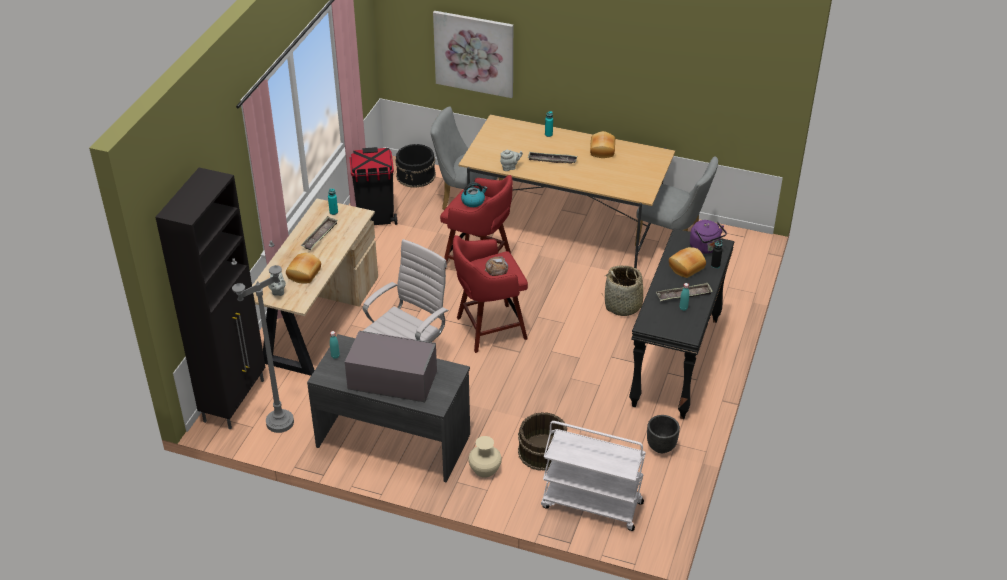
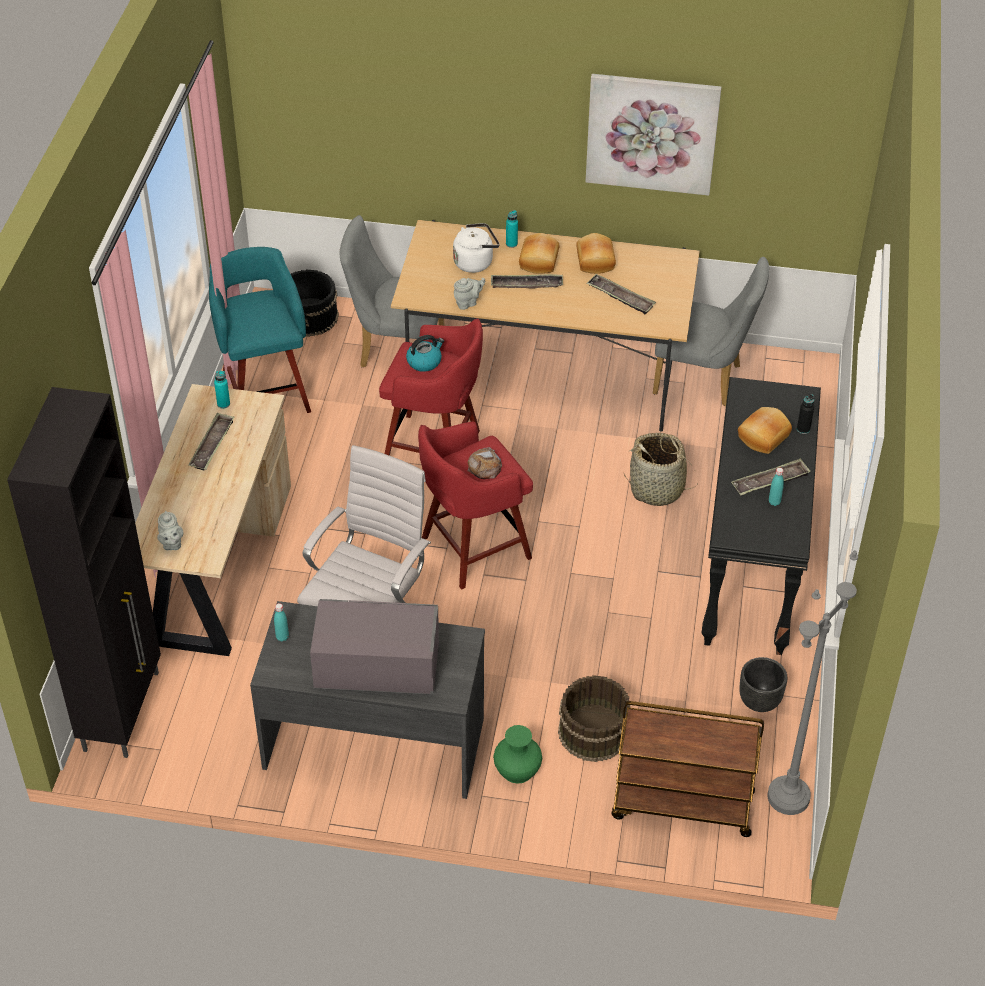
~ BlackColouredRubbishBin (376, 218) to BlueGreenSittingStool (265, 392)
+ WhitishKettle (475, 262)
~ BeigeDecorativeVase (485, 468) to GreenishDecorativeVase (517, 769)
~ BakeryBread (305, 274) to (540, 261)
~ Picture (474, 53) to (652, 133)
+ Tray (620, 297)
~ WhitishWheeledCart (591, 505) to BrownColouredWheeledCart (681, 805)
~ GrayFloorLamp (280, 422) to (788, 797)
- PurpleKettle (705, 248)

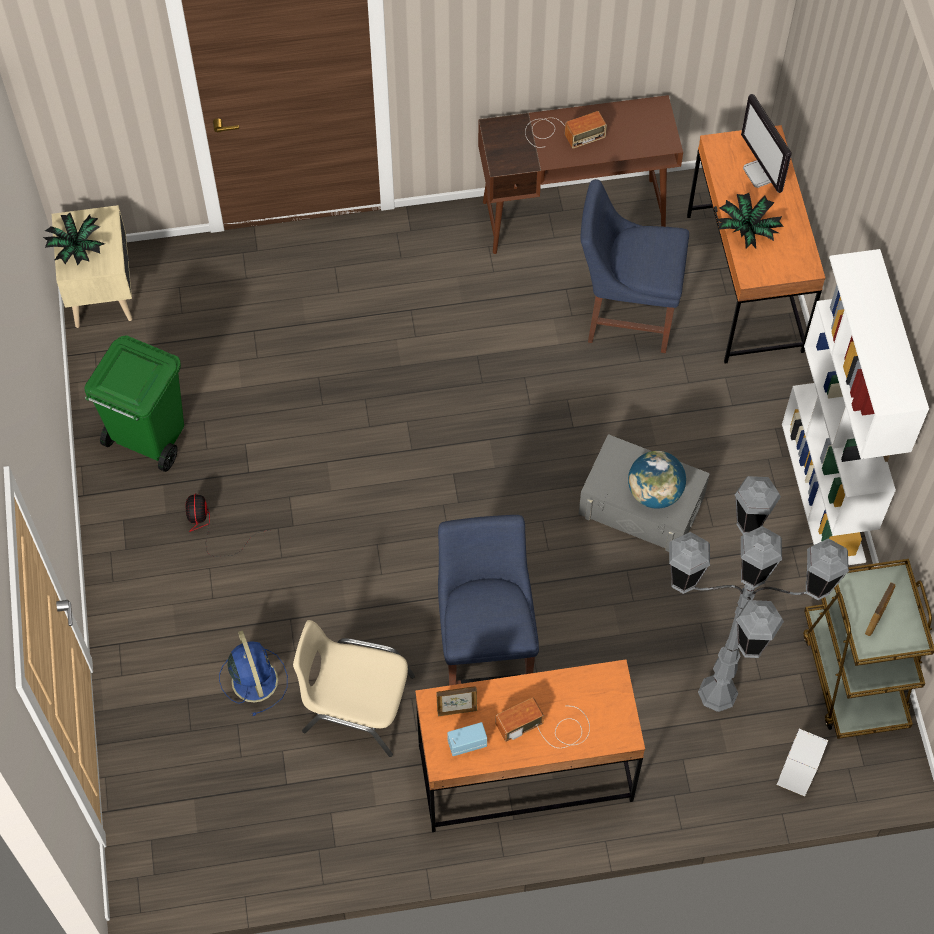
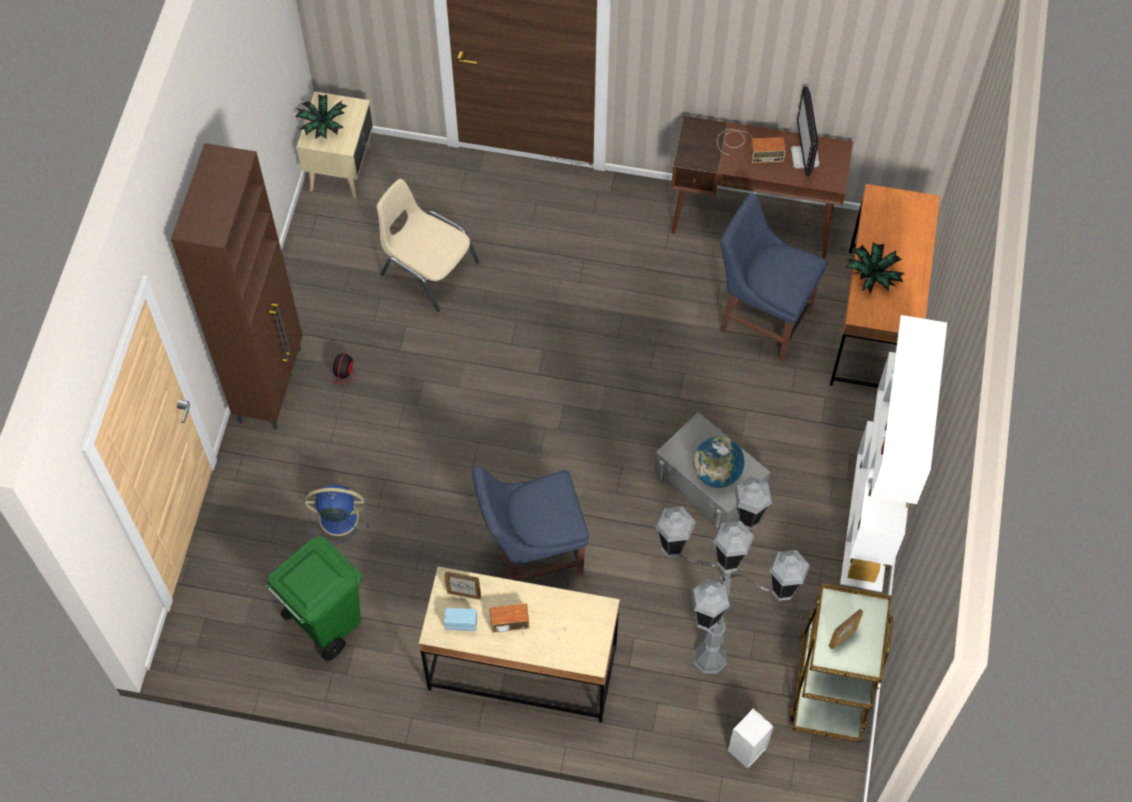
+ BrownColouredCabinet (271, 384)
~ GreenishRubbishBin (148, 438) to (325, 622)
~ BluishCoolingFan (254, 678) = (336, 518) 90 degrees counterclockwise
~ BeigeChair (356, 704) to (428, 268)
~ OrangeColouredDesk (524, 773) to BeigeDesk (522, 669)
~ BluishChair (486, 648) = (532, 556) 120 degrees counterclockwise
~ ComputerScreen (762, 173) to (805, 158)

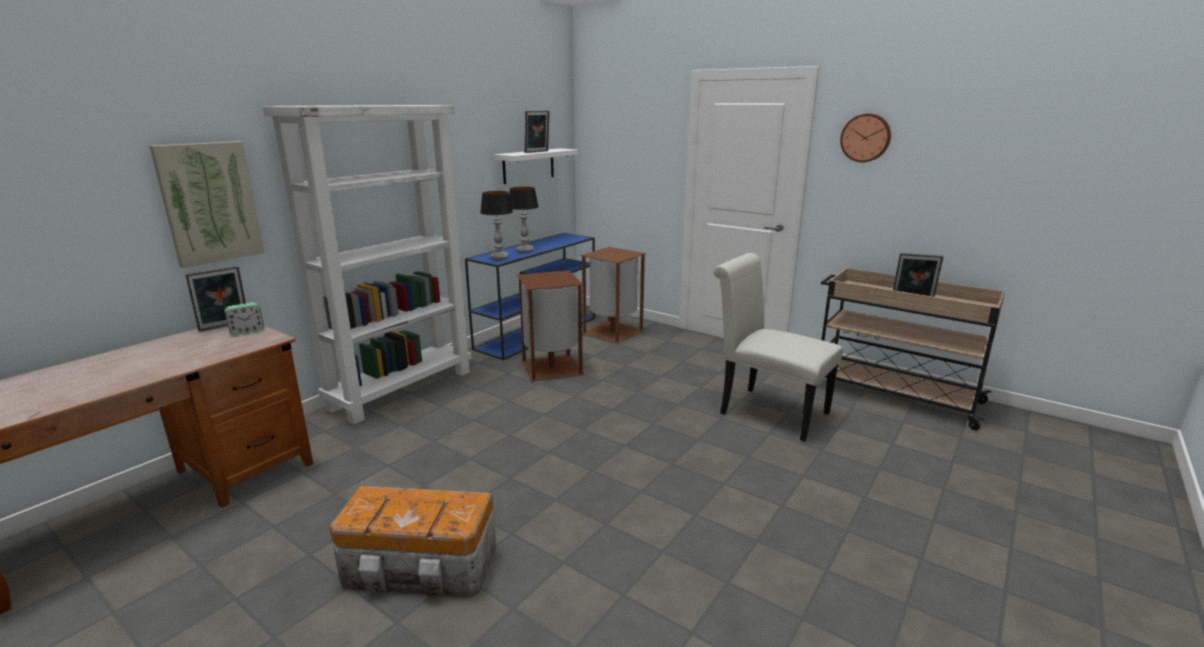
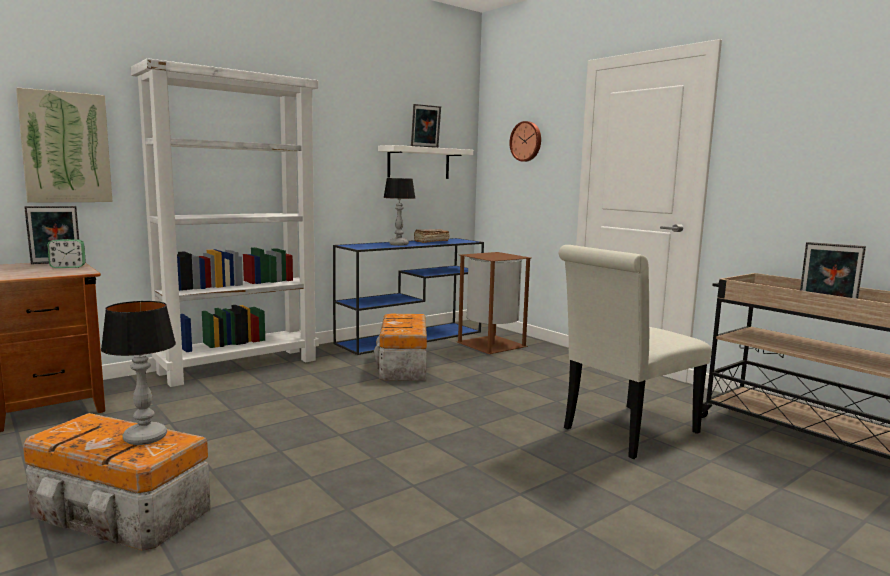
~ LampForATable (499, 258) to (144, 438)
~ BrownColouredRubbishBin (553, 368) to StorageBox (403, 366)
+ BrownColouredBook (431, 242)
~ HangingClock (865, 138) to (526, 141)
~ WhitishChair (767, 411) = (625, 433) 90 degrees counterclockwise

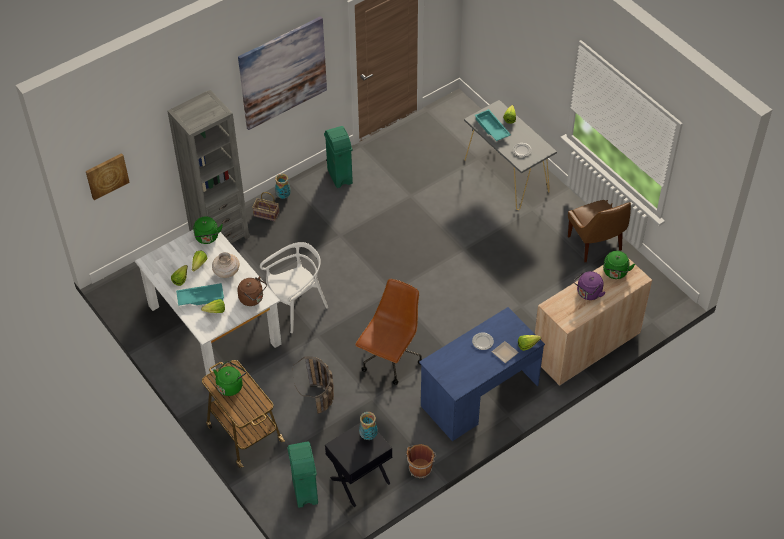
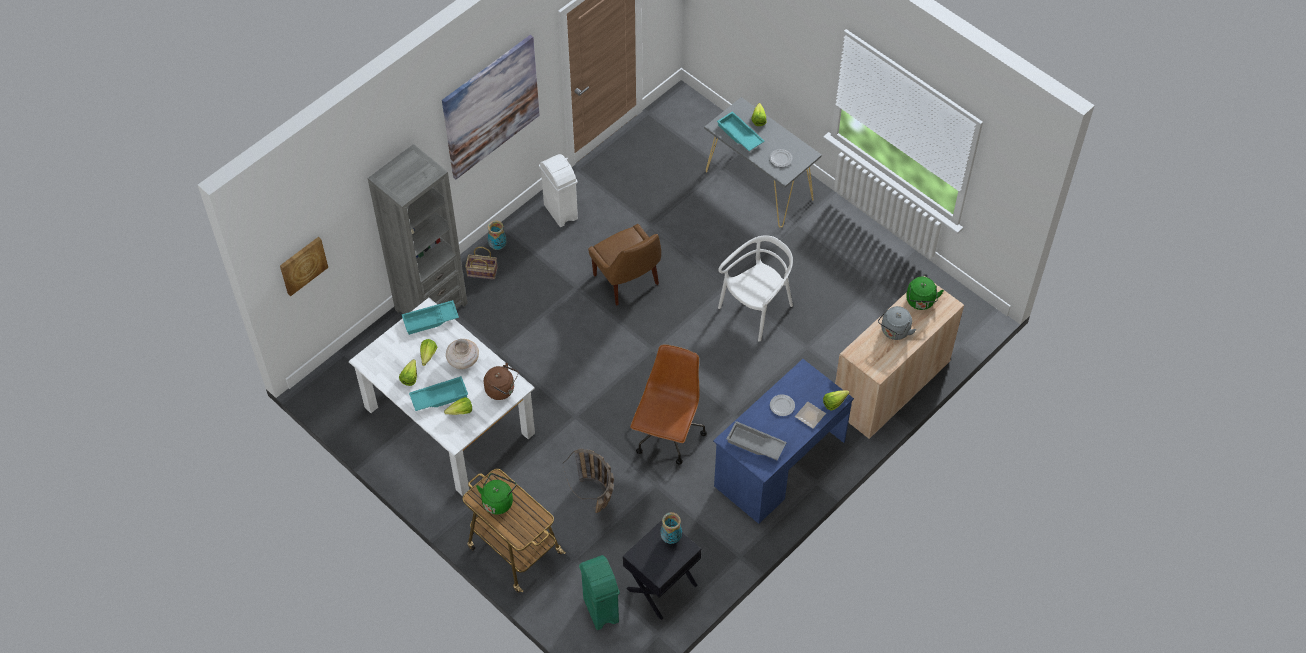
~ GreenishKettle (207, 238) to BlueGreenTray (430, 320)
~ GreenishRubbishBin (339, 177) to WhitishRubbishBin (560, 212)
~ BrownColouredChair (595, 244) to (627, 281)
~ WhitishChair (297, 307) to (756, 309)
+ GrayTray (755, 444)
~ PurpleKettle (588, 293) to GrayKettle (894, 332)
- BrownColouredPail (420, 467)

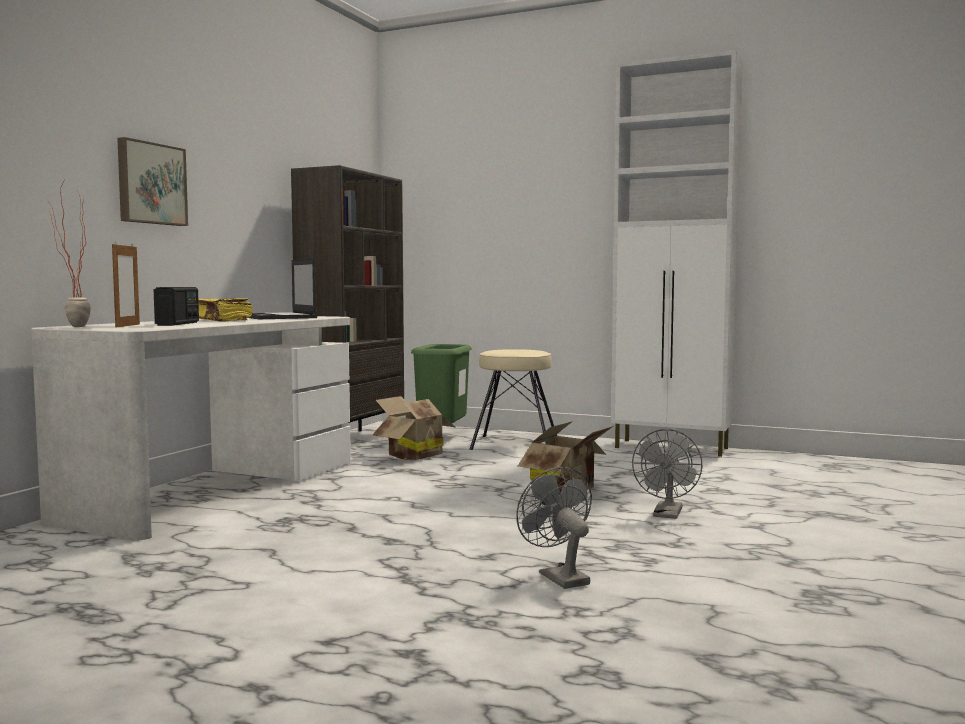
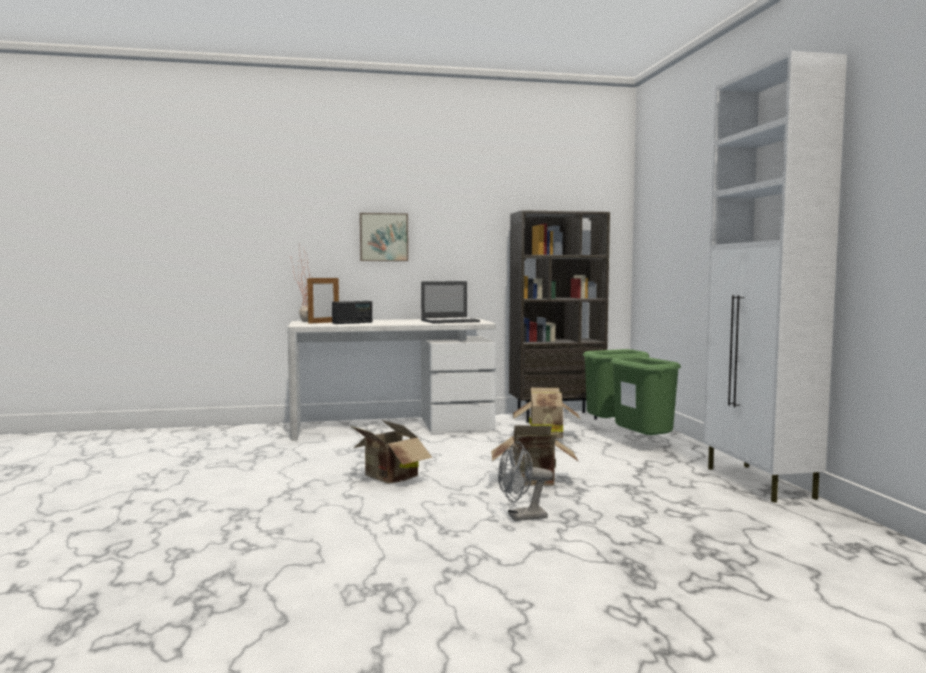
+ Carton (389, 478)
~ Laptop (278, 317) = (450, 321) 135 degrees counterclockwise
~ BeigeSittingStool (515, 444) to GreenishRubbishBin (643, 445)
- YellowBook (220, 320)
- GrayCoolingFan (558, 577)

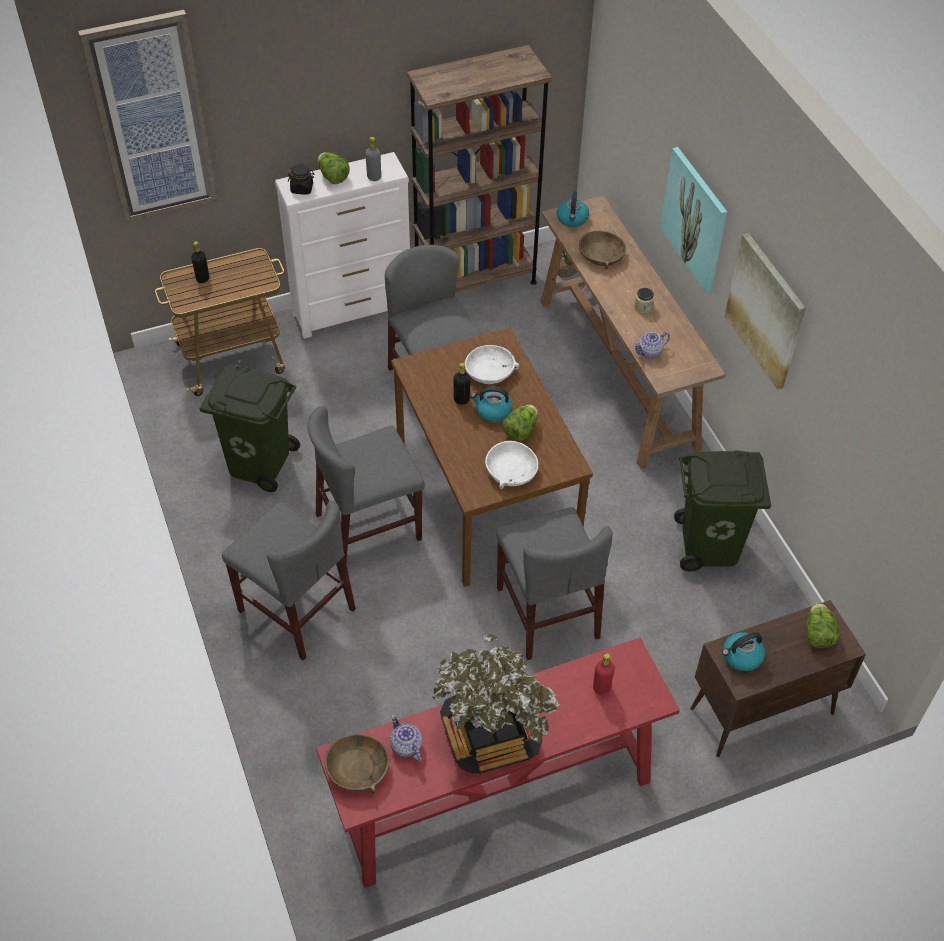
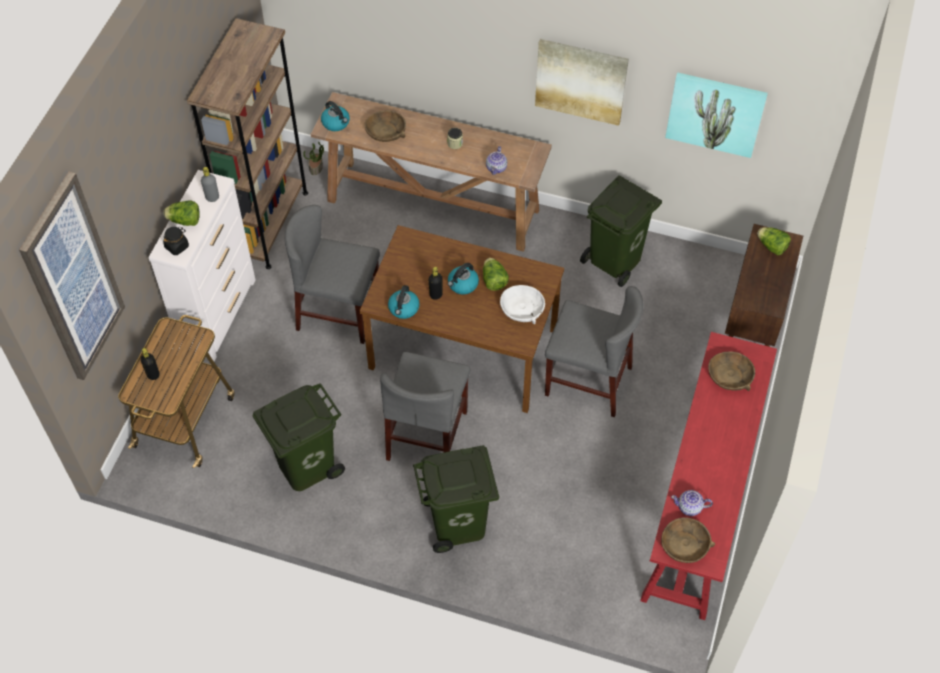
~ Kettle (741, 657) to (404, 309)
~ GrayChair (296, 610) to GreenishRubbishBin (458, 524)
~ Picture (694, 219) to (715, 114)
~ RedBottle (601, 687) to BrownColouredDeepDish (730, 376)
- Houseplant (490, 734)
- WhitishDeepDish (490, 371)

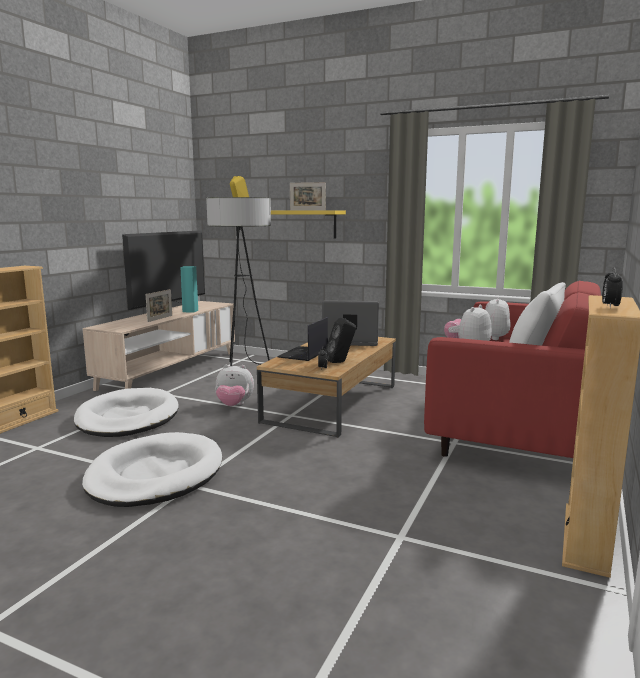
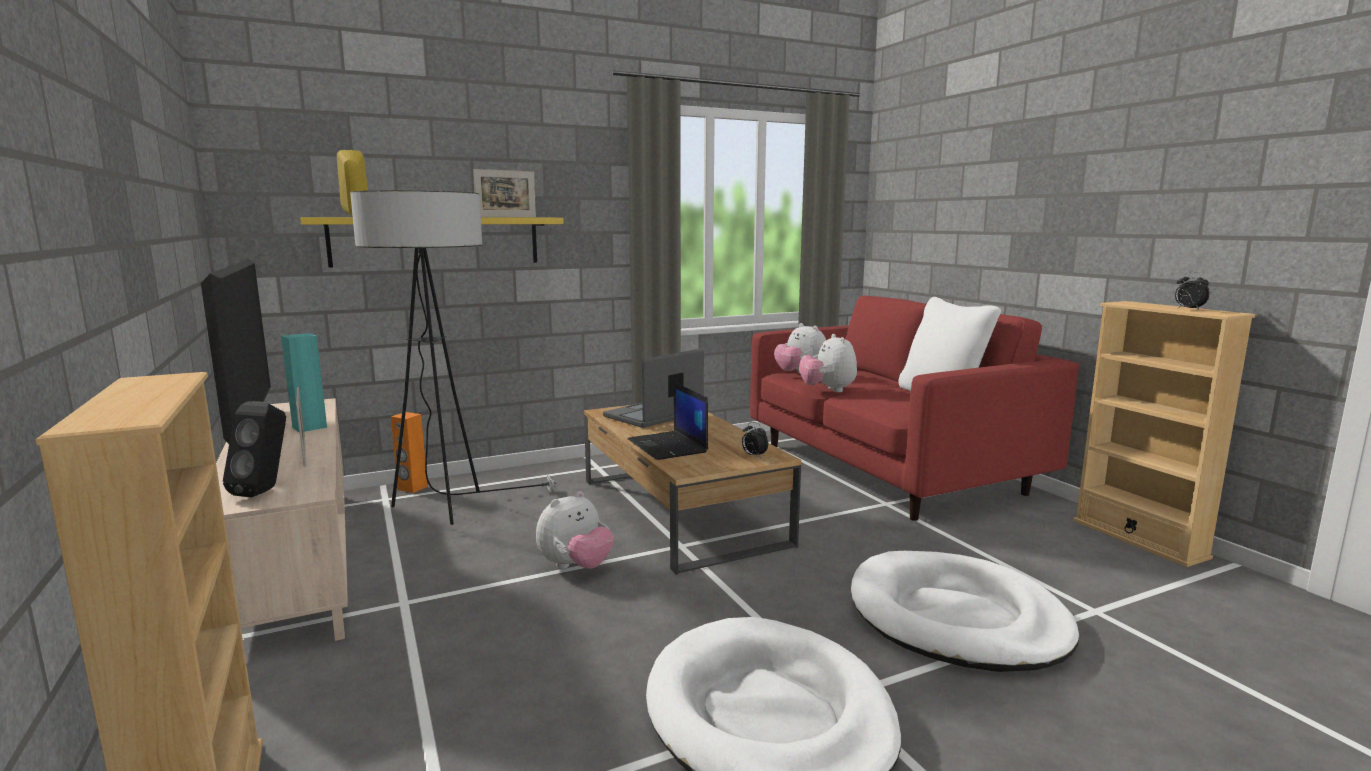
~ BlackColouredLoudspeaker (341, 362) to (265, 491)
+ OrangeColouredLoudspeaker (412, 488)
~ WhitishDogBed (128, 418) to (956, 618)

